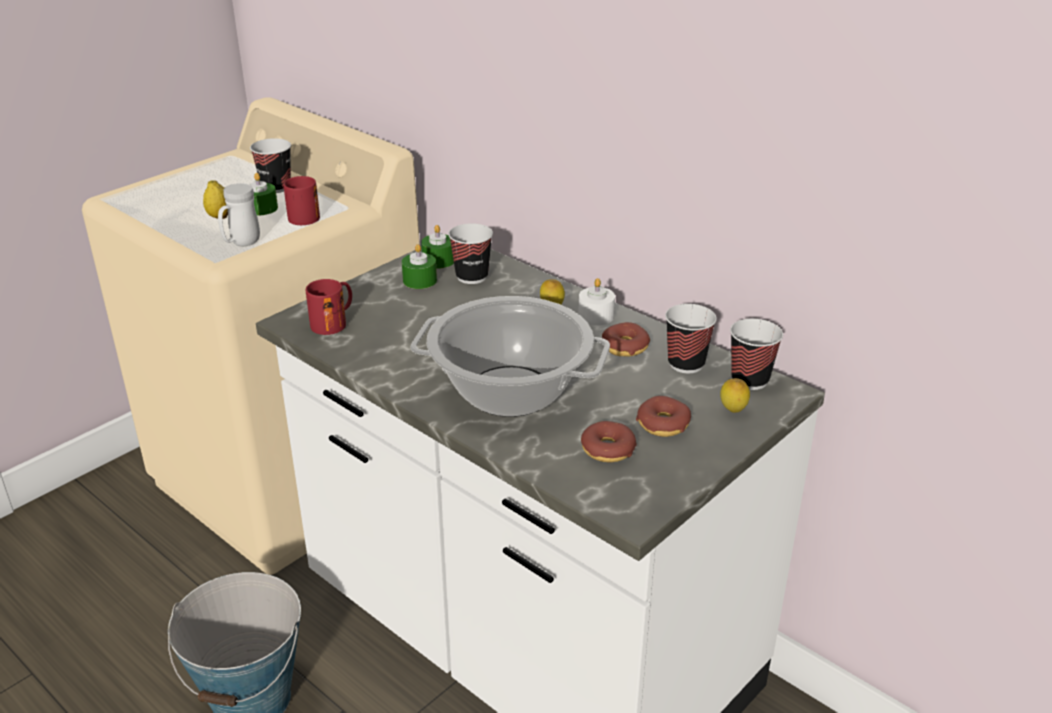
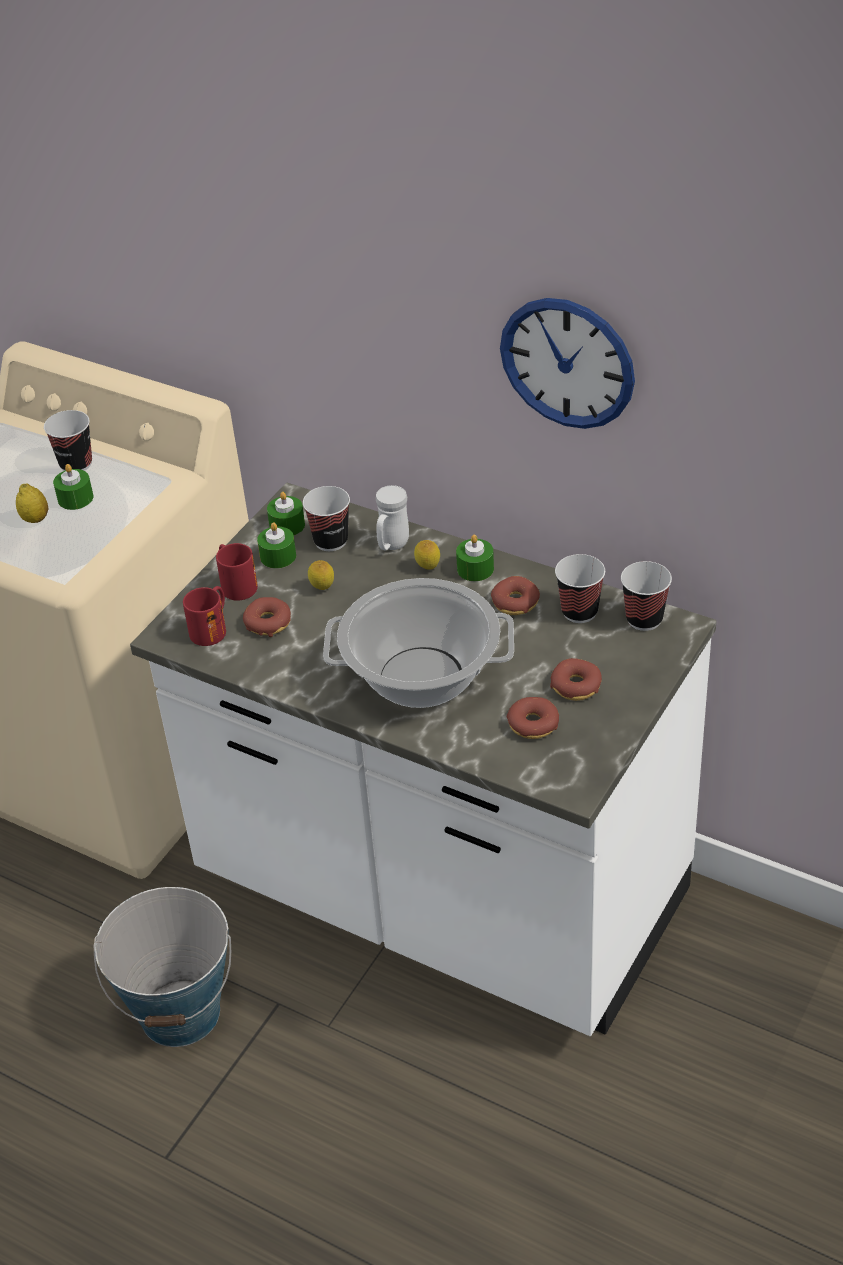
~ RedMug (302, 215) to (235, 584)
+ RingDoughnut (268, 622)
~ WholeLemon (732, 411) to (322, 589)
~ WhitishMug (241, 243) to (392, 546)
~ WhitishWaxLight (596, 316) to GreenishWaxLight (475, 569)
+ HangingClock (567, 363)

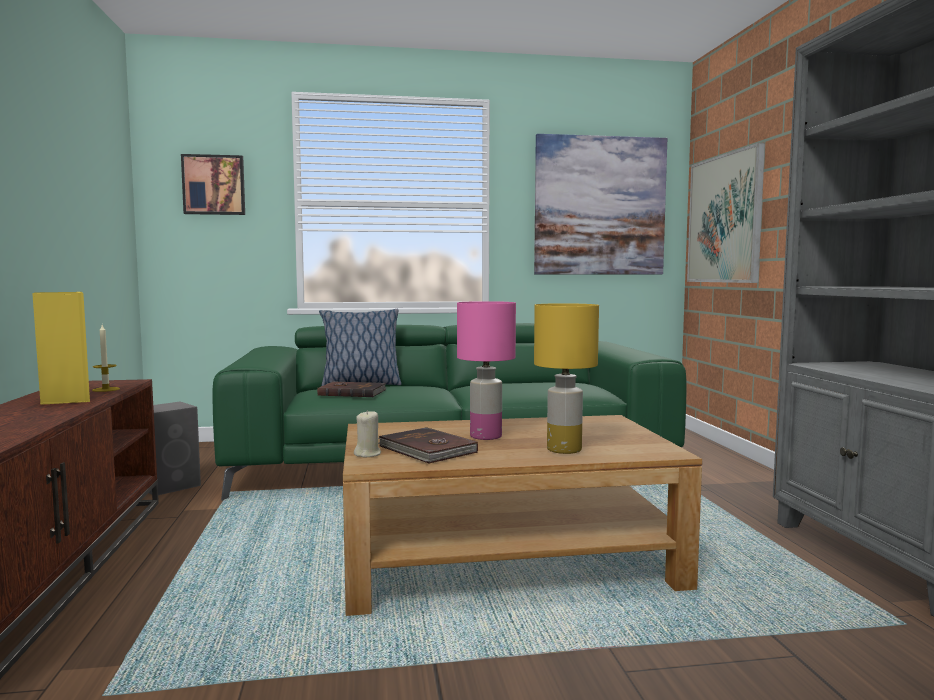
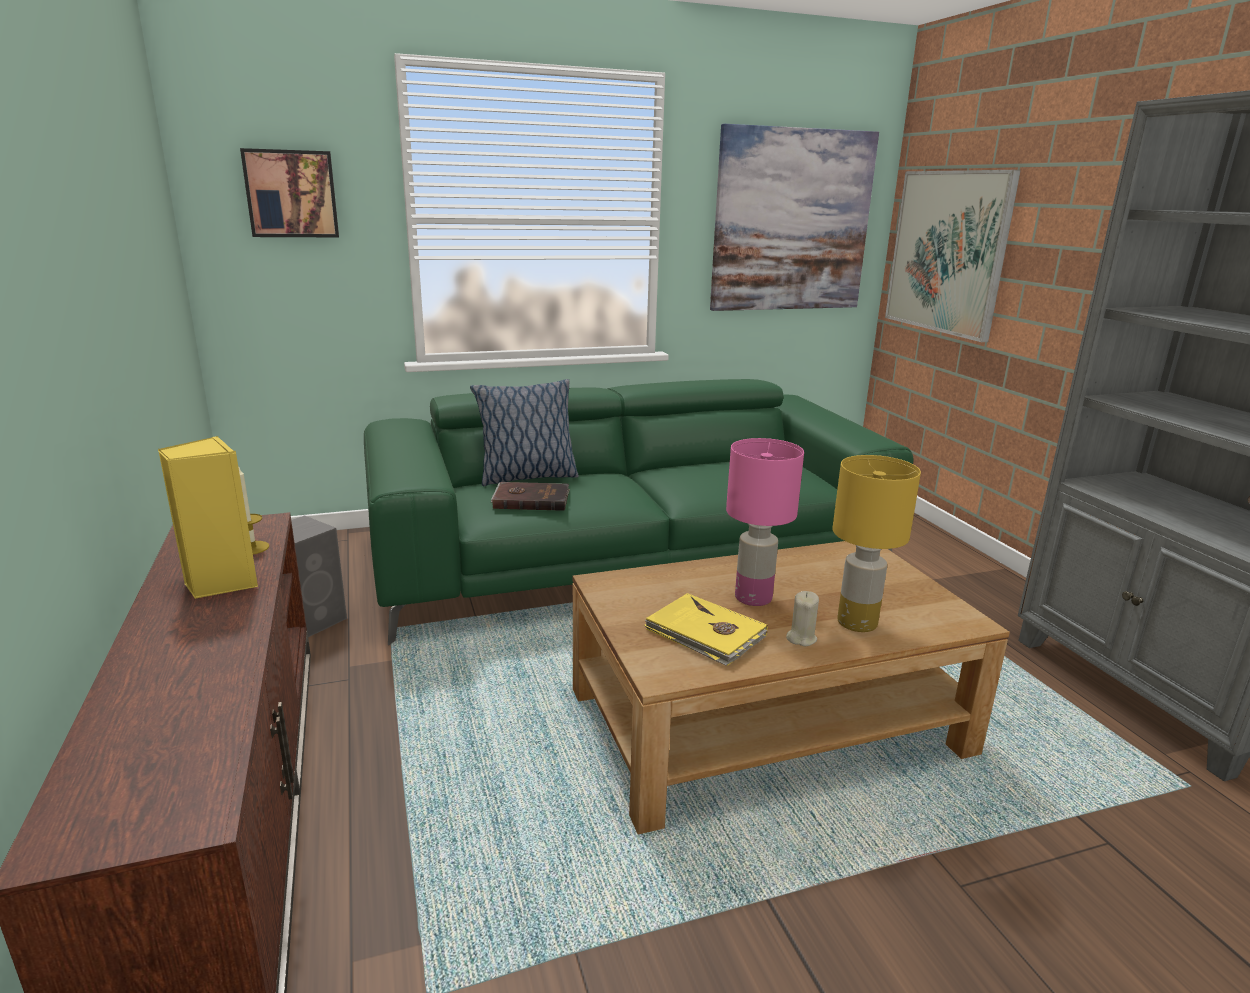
~ BrownColouredBook (426, 450) to YellowBook (705, 634)
~ BeigeWaxLight (368, 454) to (801, 638)

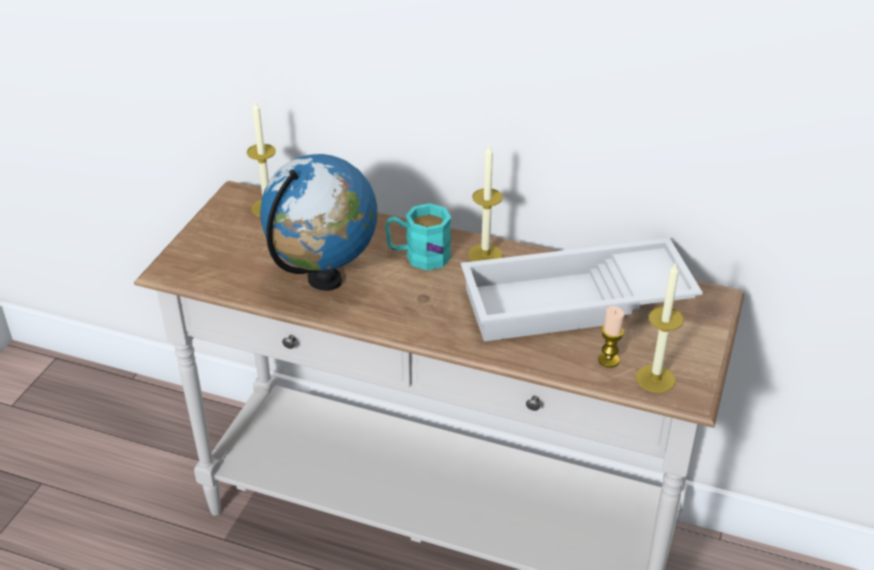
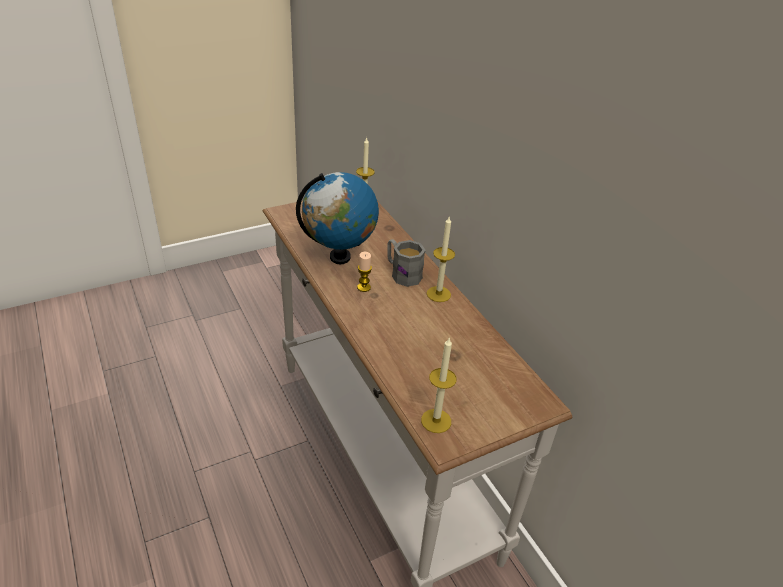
~ WaxLight (608, 360) to (364, 287)
~ BlueGreenMug (418, 256) to GrayMug (402, 273)
- WhitishTray (575, 303)

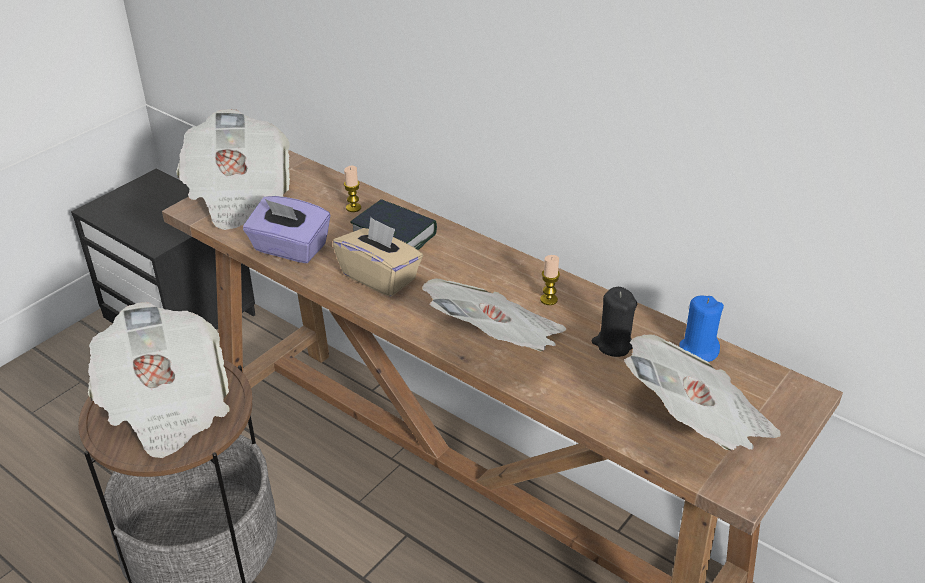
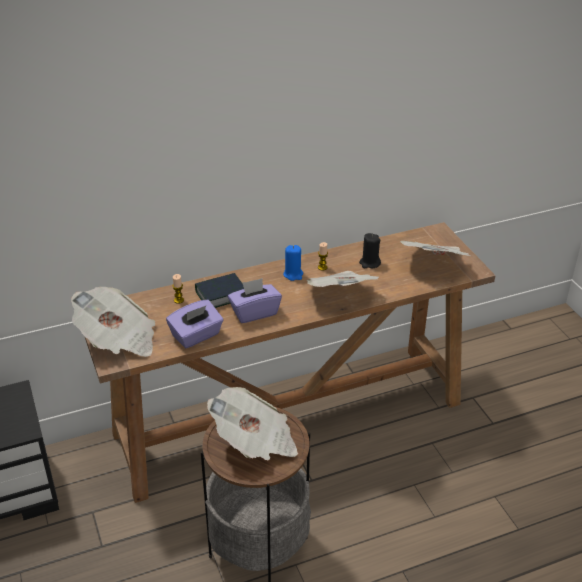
~ BeigeBoxOfTissues (380, 277) to PurpleBoxOfTissues (254, 312)
~ BluishWaxLight (698, 351) to (293, 274)

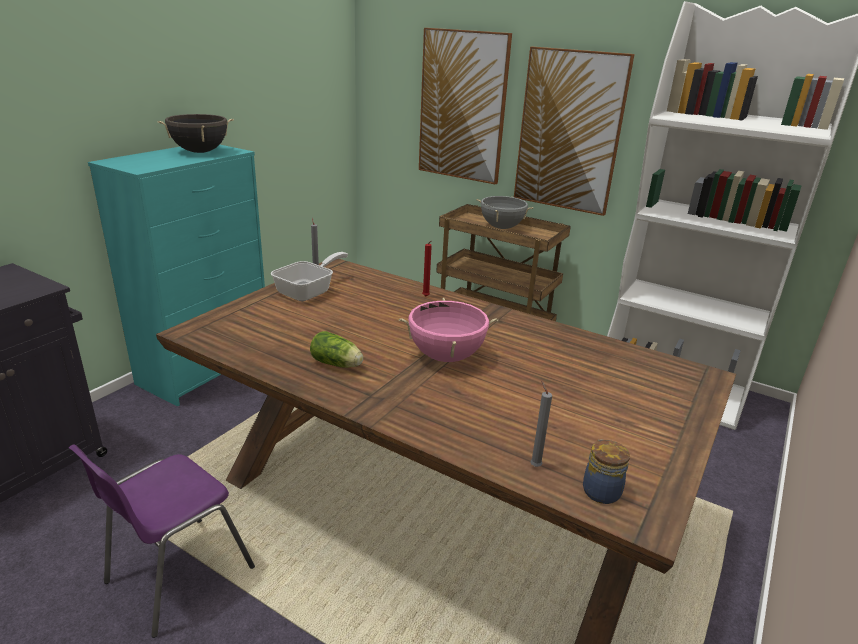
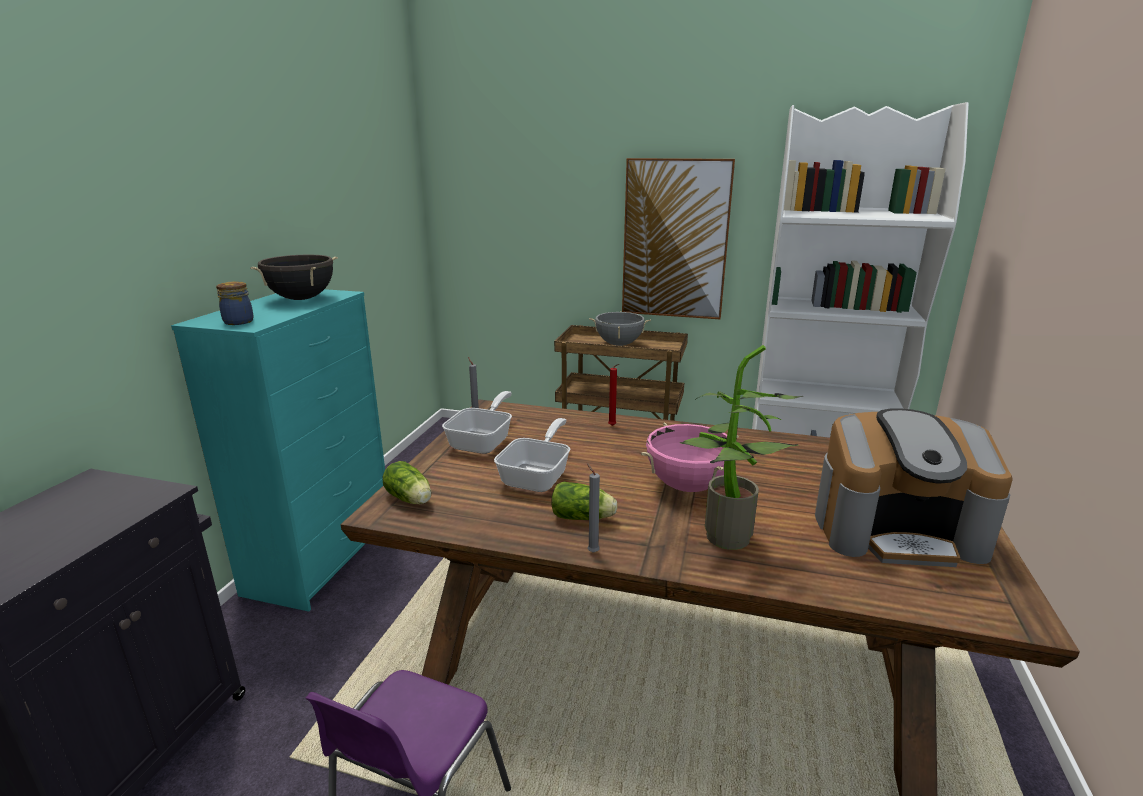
~ Jar (600, 490) to (238, 321)
+ HeadOfLettuce (410, 499)
+ FryingPan (538, 476)
~ GrayWaxLight (534, 465) to (592, 551)
+ Houseplant (724, 540)
+ CoffeeBrewer (897, 530)
- Picture (462, 106)

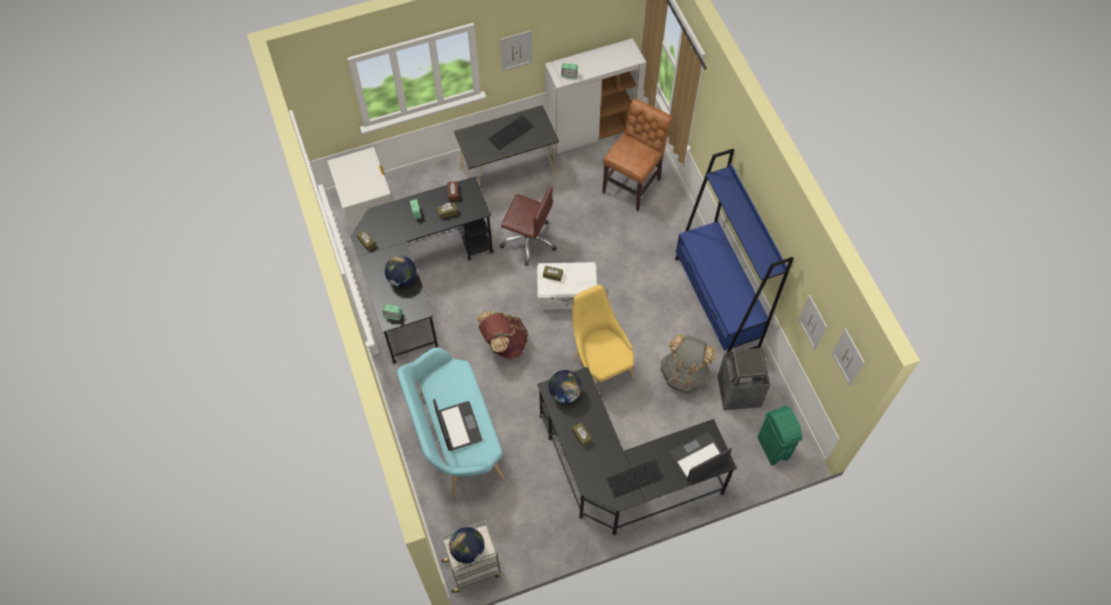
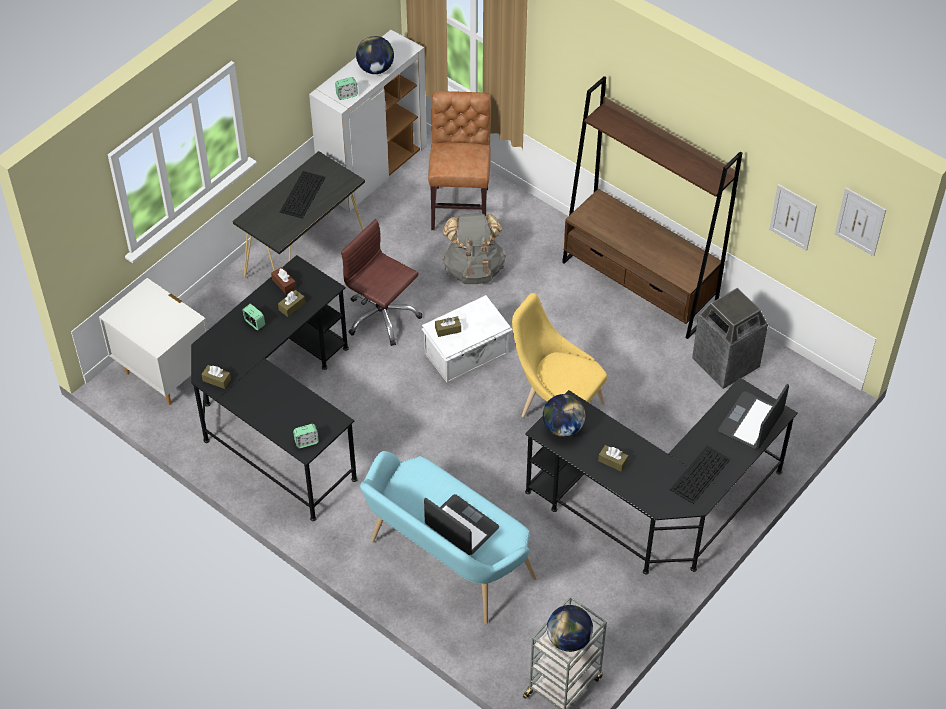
~ BrownColouredOfficeChair (529, 240) = (382, 317) 135 degrees counterclockwise
~ Globe (402, 278) to (375, 69)
~ GrayBackpack (685, 375) to (474, 269)
~ BluishBookcase (716, 302) to BrownColouredBookcase (639, 286)
- BrownColouredBackpack (503, 343)
- Picture (516, 51)
- GreenishRubbishBin (773, 448)

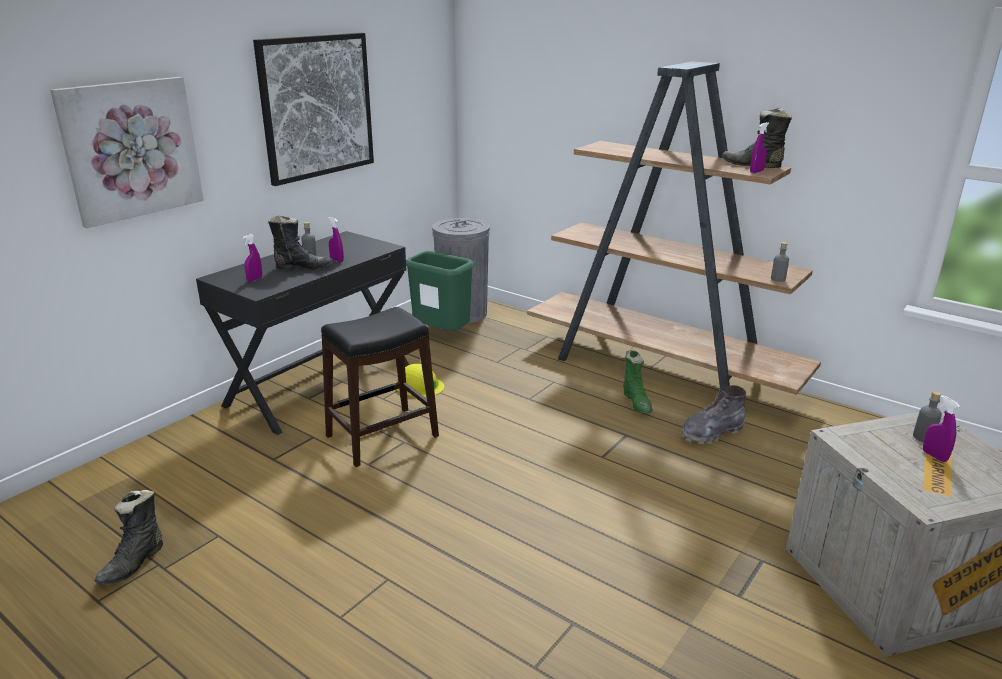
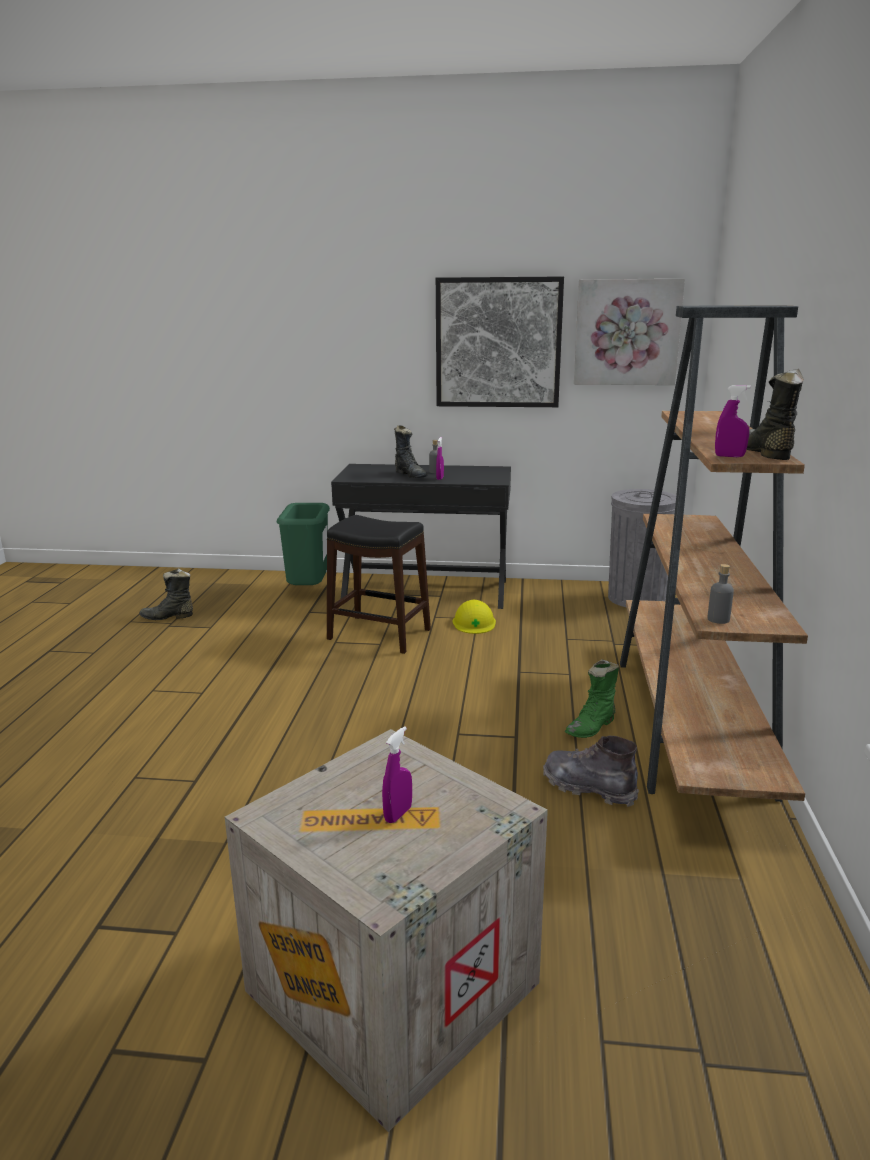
~ GreenishRubbishBin (442, 336) to (309, 592)
~ Picture (131, 149) to (627, 332)
- PurpleHandSprayer (255, 279)
- GrayBottle (923, 437)

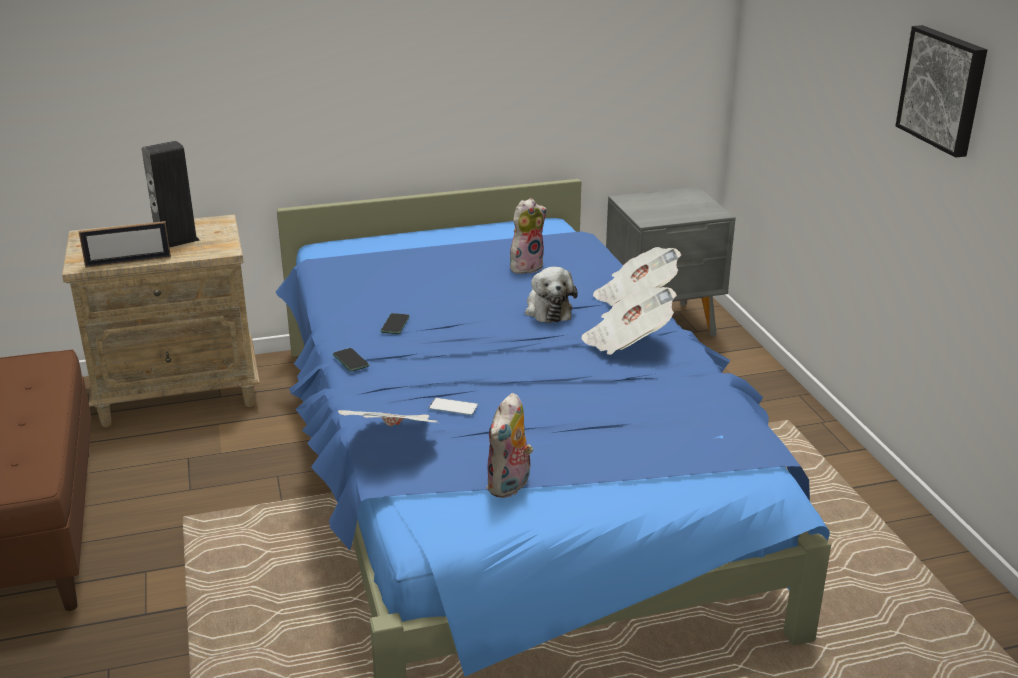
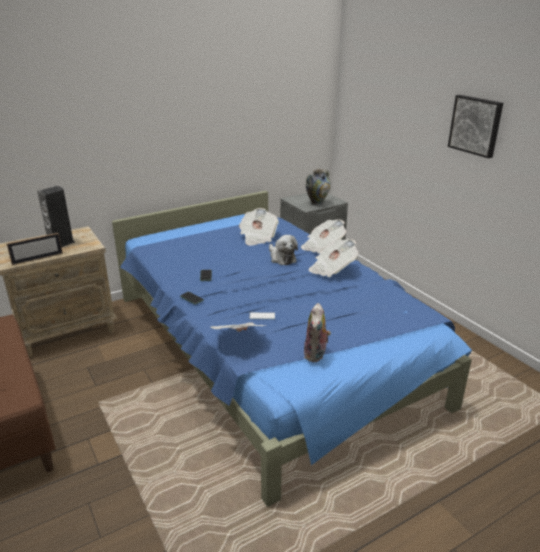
~ PlushToy (526, 266) to DailyPaper (257, 237)
+ DecorativeVase (317, 203)

